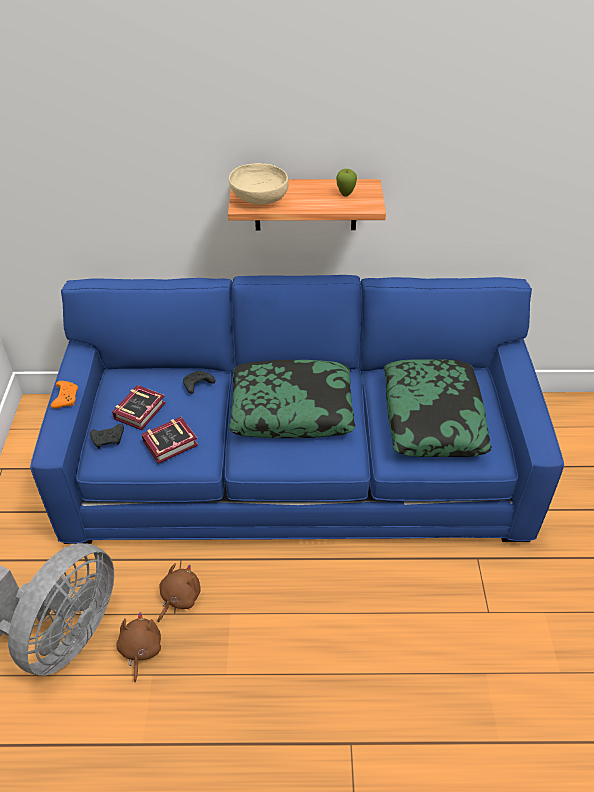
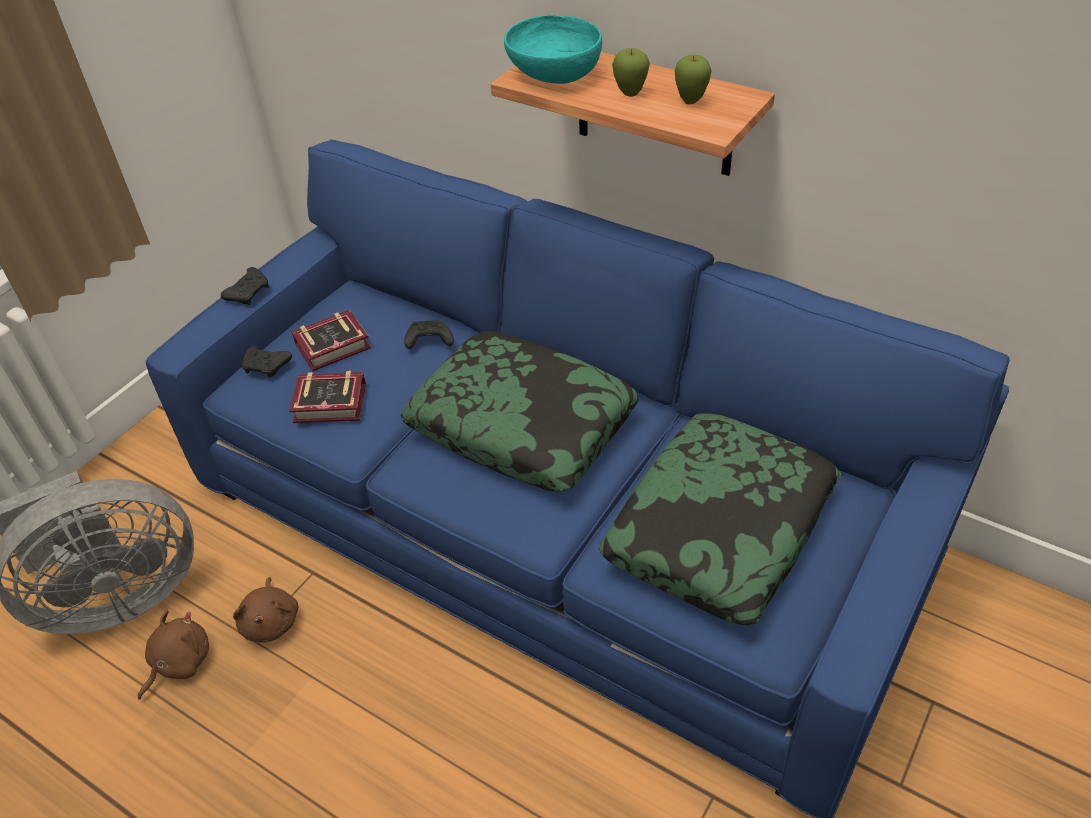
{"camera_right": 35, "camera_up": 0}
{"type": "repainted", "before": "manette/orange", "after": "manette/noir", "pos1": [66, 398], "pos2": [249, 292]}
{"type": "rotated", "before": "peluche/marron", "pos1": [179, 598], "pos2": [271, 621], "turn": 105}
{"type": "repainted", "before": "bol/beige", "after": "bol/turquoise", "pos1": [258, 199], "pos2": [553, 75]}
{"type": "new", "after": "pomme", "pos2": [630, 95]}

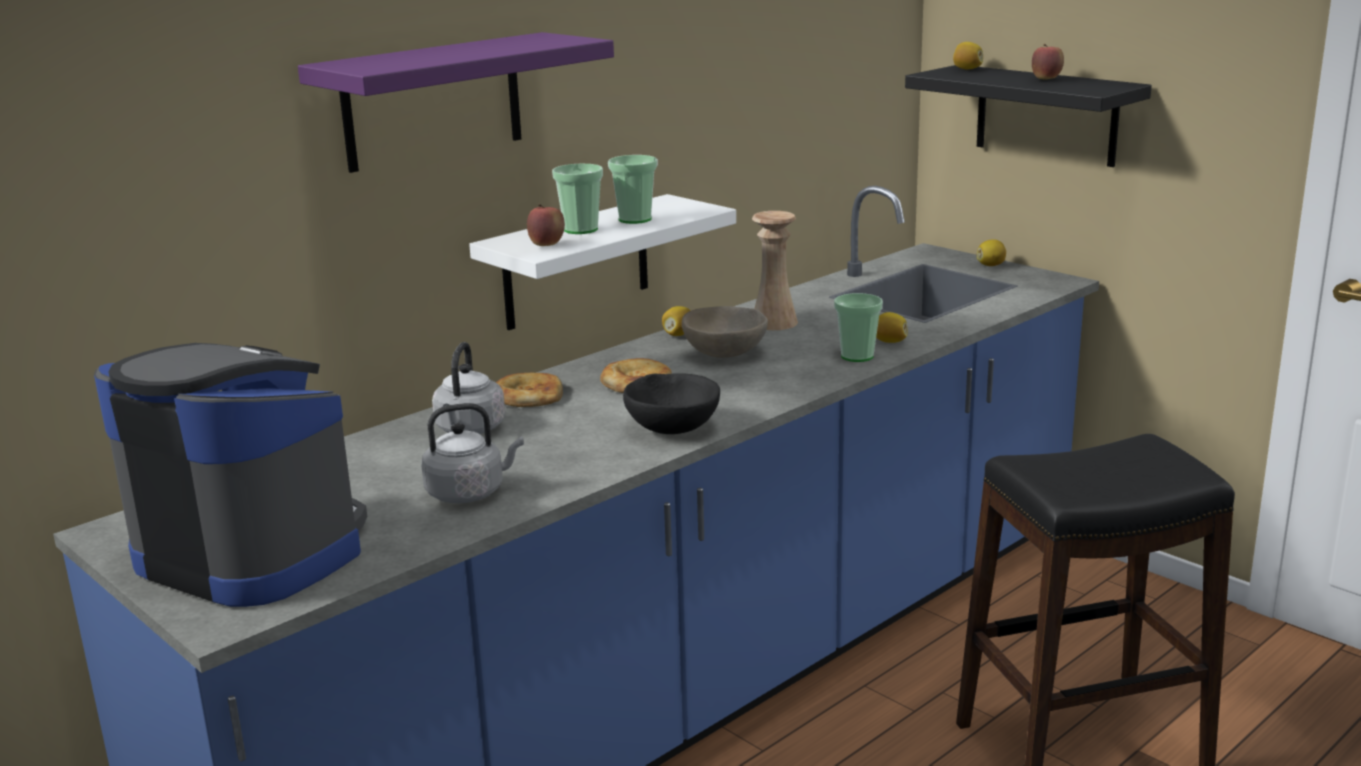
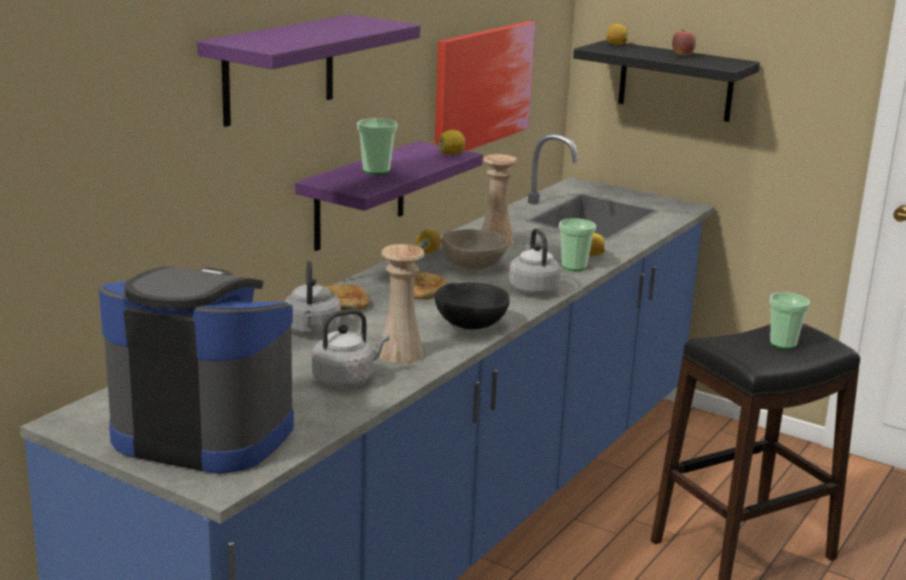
{"camera_right": -15, "camera_up": 0}
{"type": "repainted", "before": "étagère/blanc", "after": "étagère/violet", "pos1": [576, 262], "pos2": [360, 196]}
{"type": "gone", "before": "pomme", "pos1": [547, 246]}
{"type": "shifted", "before": "tasse", "pos1": [635, 219], "pos2": [783, 343]}
{"type": "shifted", "before": "citron", "pos1": [991, 265], "pos2": [451, 154]}
{"type": "new", "after": "vase/beige", "pos2": [400, 353]}
{"type": "new", "after": "tableau", "pos2": [482, 87]}
{"type": "new", "after": "bouilloire/gris", "pos2": [532, 289]}

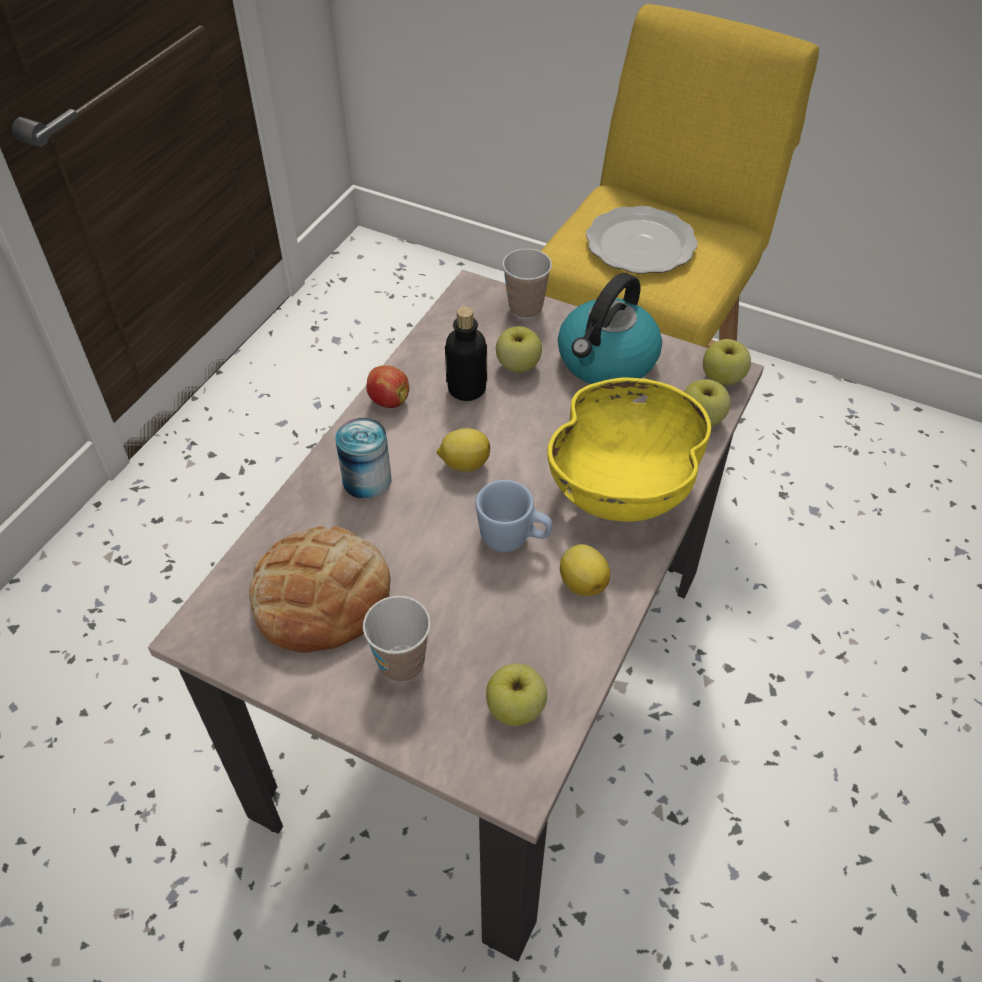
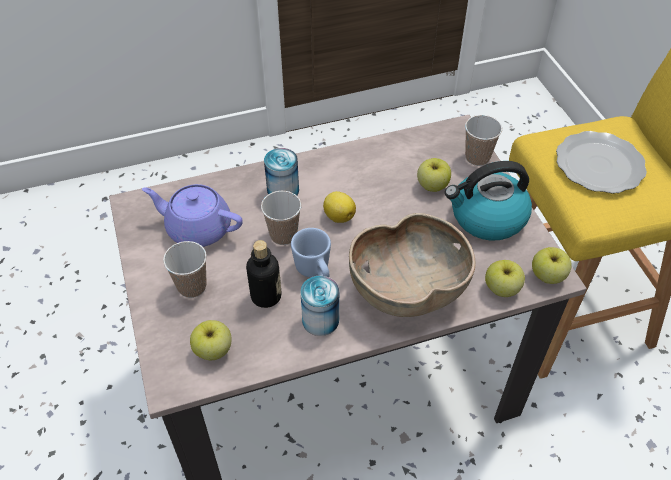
{"camera_right": 45, "camera_up": 0}
{"type": "swapped", "before": "pain", "after": "théière/violet", "pos1": [321, 596], "pos2": [197, 228]}
{"type": "gone", "before": "pomme", "pos1": [388, 400]}
{"type": "shifted", "before": "bouteille", "pos1": [467, 389], "pos2": [266, 296]}
{"type": "repainted", "before": "bol/jaune", "after": "bol/marron", "pos1": [624, 484], "pos2": [408, 289]}
{"type": "swapped", "before": "citron", "after": "boîte métallique", "pos1": [582, 582], "pos2": [320, 320]}
{"type": "new", "after": "tasse", "pos2": [283, 235]}

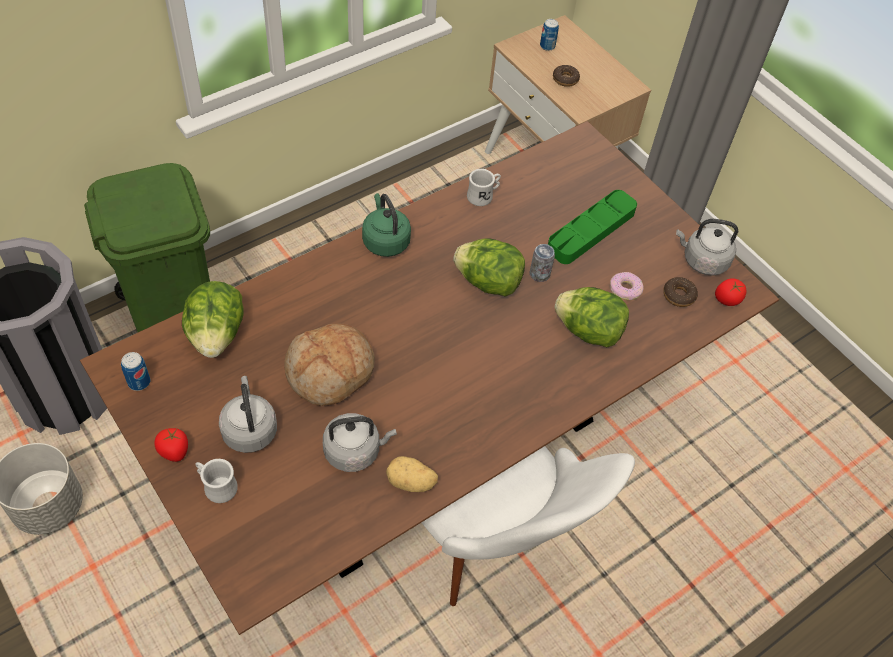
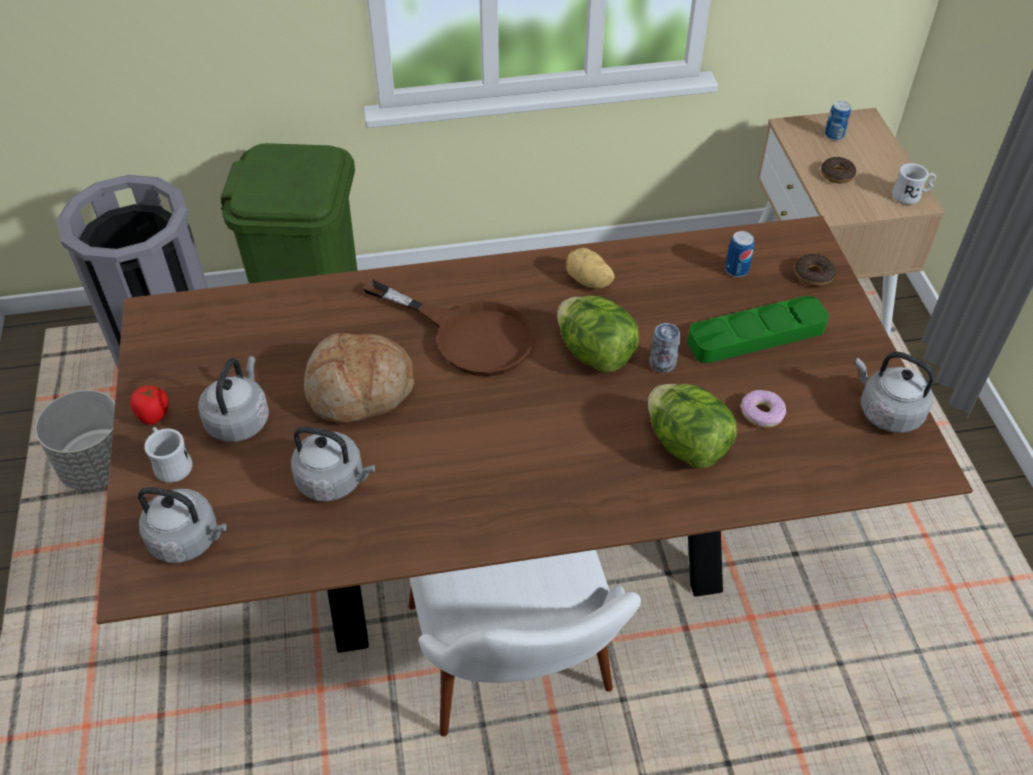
{"camera_right": 30, "camera_up": -5}
{"type": "shifted", "before": "boîte métallique", "pos1": [139, 382], "pos2": [736, 270]}
{"type": "gone", "before": "laitue", "pos1": [216, 335]}
{"type": "gone", "before": "bouilloire/vert", "pos1": [385, 240]}
{"type": "shifted", "before": "pomme de terre", "pos1": [410, 483], "pos2": [588, 281]}
{"type": "shifted", "before": "mug/blanc", "pos1": [483, 196], "pos2": [910, 196]}
{"type": "shifted", "before": "beignet", "pos1": [679, 295], "pos2": [813, 275]}
{"type": "gone", "before": "tomate", "pos1": [727, 299]}
{"type": "new", "after": "bouilloire/gris", "pos2": [188, 540]}
{"type": "new", "after": "poêle/marron", "pos2": [469, 335]}

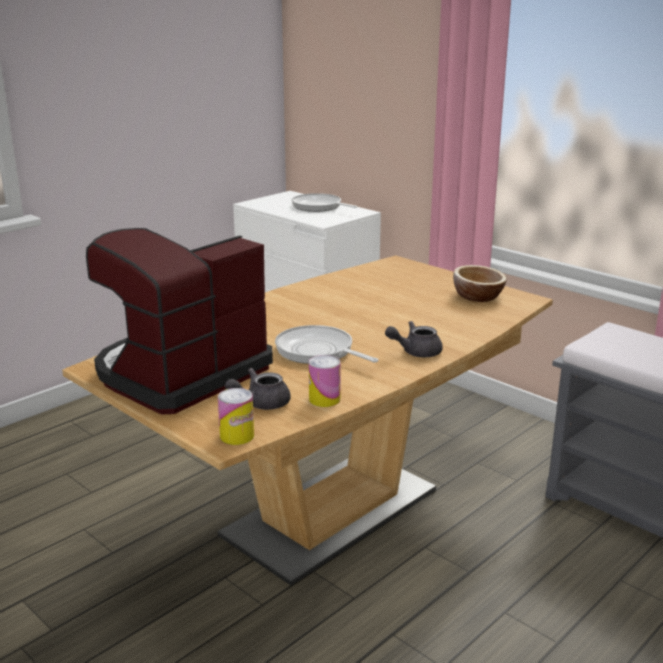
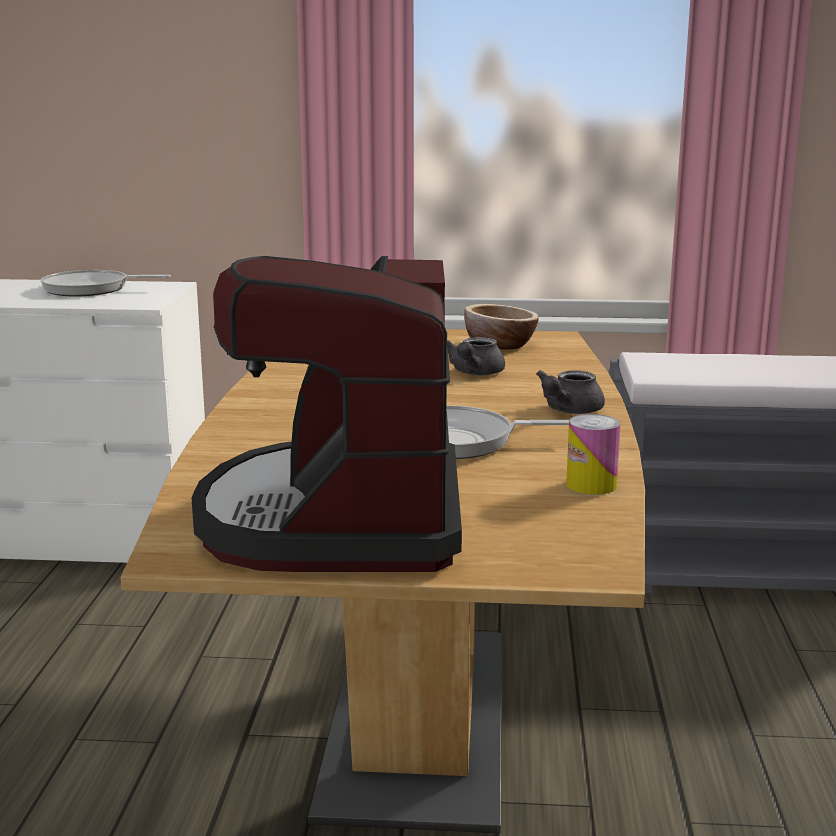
{"camera_right": -40, "camera_up": -5}
{"type": "gone", "before": "boîte métallique", "pos1": [237, 436]}
{"type": "shifted", "before": "théière/gris", "pos1": [261, 403], "pos2": [474, 373]}

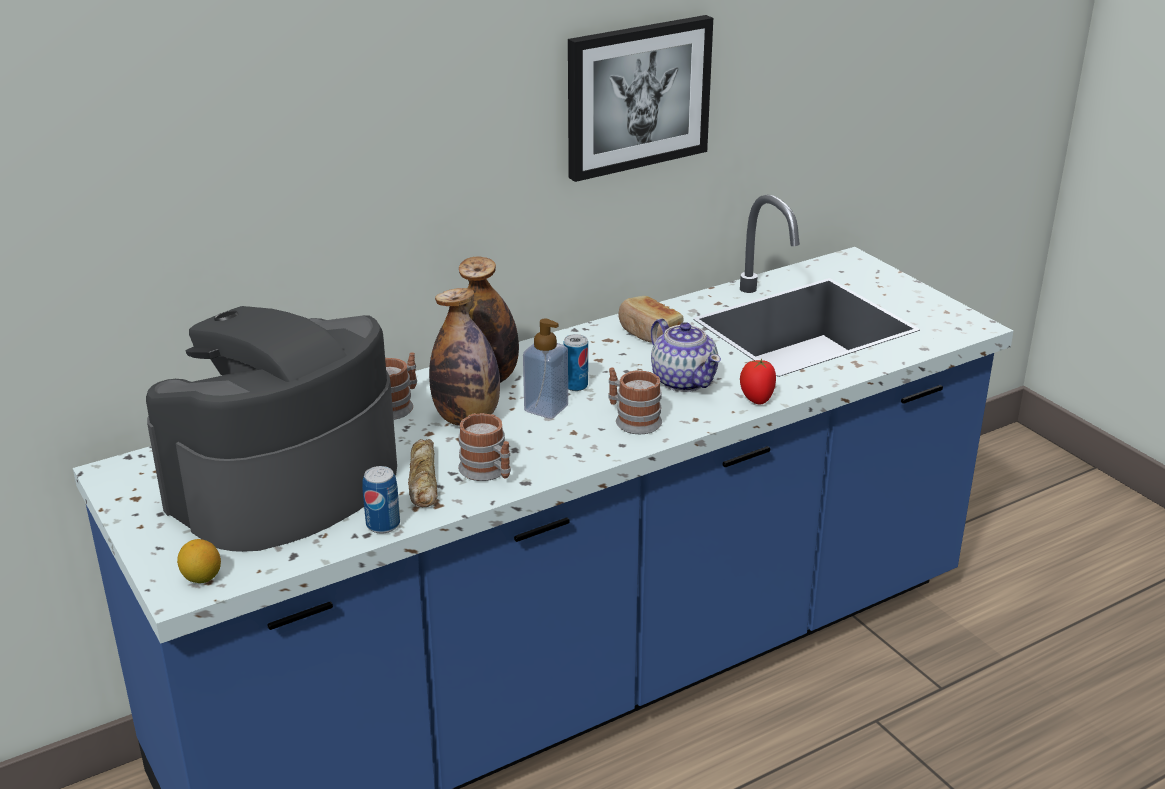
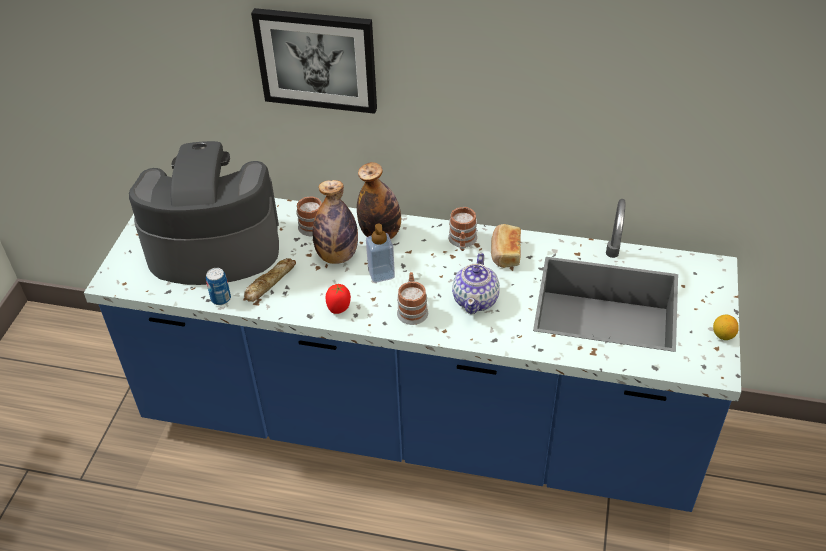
{"camera_right": 45, "camera_up": 15}
{"type": "shifted", "before": "citron", "pos1": [202, 578], "pos2": [723, 335]}
{"type": "shifted", "before": "mug", "pos1": [488, 472], "pos2": [462, 242]}
{"type": "gone", "before": "boîte métallique", "pos1": [575, 385]}
{"type": "shifted", "before": "tableau", "pos1": [637, 96], "pos2": [317, 59]}
{"type": "shifted", "before": "tomate", "pos1": [756, 399], "pos2": [339, 308]}

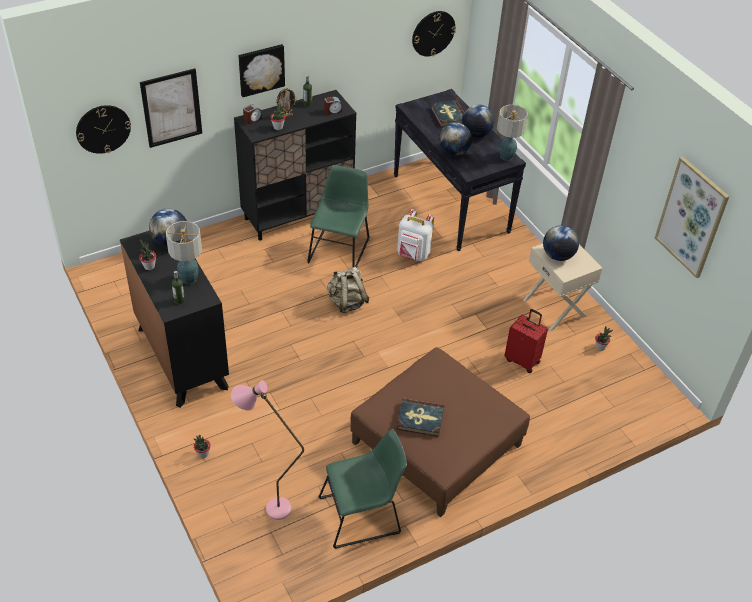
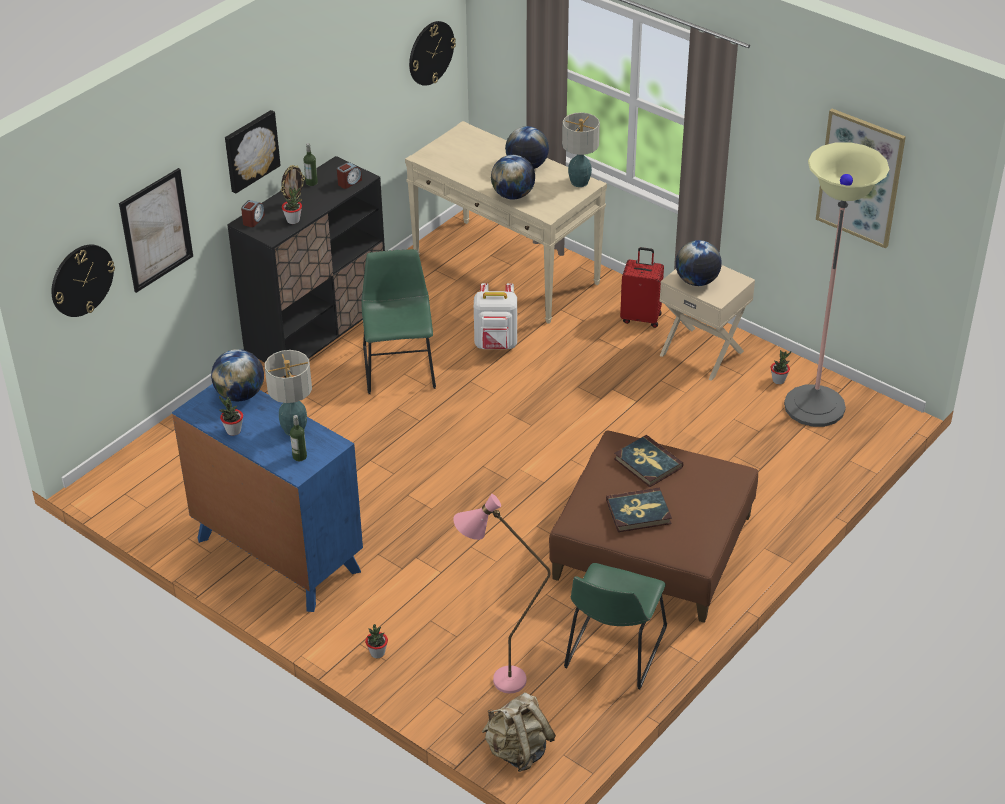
{"camera_right": -20, "camera_up": -5}
{"type": "repainted", "before": "commode/noir", "after": "commode/bleu", "pos1": [182, 358], "pos2": [278, 555]}
{"type": "rotated", "before": "chaise/vert", "pos1": [363, 514], "pos2": [613, 651], "turn": 150}
{"type": "shifted", "before": "sac à dos/beige", "pos1": [347, 302], "pos2": [518, 750]}
{"type": "repainted", "before": "table console/noir", "after": "table console/beige", "pos1": [451, 204], "pos2": [506, 271]}
{"type": "shifted", "before": "livre", "pos1": [448, 115], "pos2": [647, 463]}
{"type": "shifted", "before": "valise/rouge", "pos1": [522, 360], "pos2": [641, 317]}
{"type": "new", "after": "lampadaire", "pos2": [814, 406]}

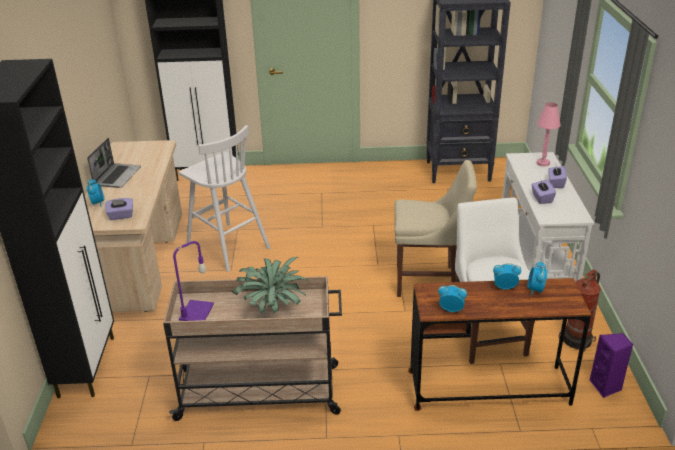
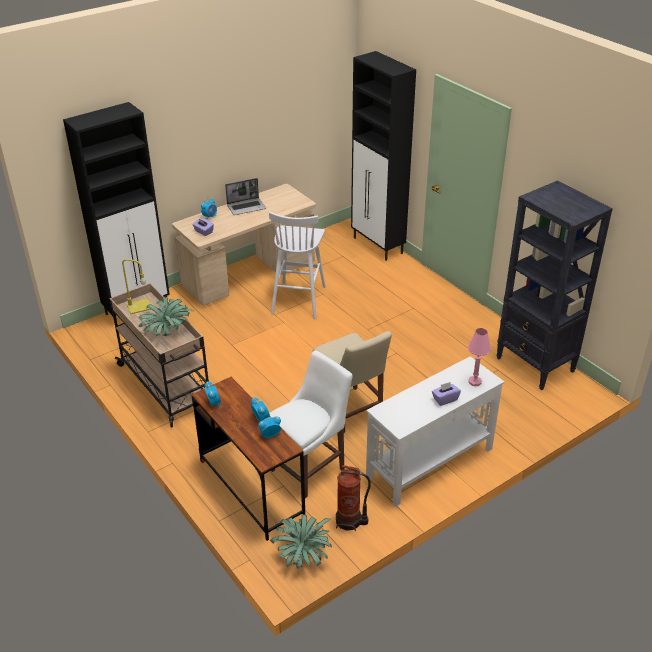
{"camera_right": 55, "camera_up": 5}
{"type": "repainted", "before": "lampe de table/violet", "after": "lampe de table/jaune", "pos1": [196, 312], "pos2": [138, 307]}
{"type": "gone", "before": "boîte à mouchoirs/violet", "pos1": [541, 198]}
{"type": "swapped", "before": "enceinte/violet", "after": "plante en pot", "pos1": [606, 387], "pos2": [303, 555]}

